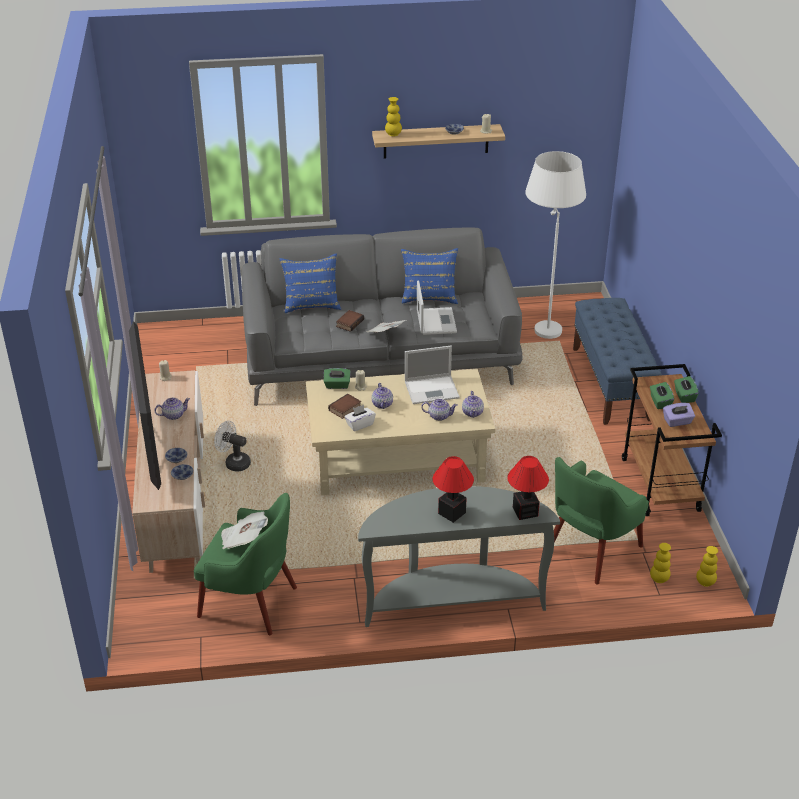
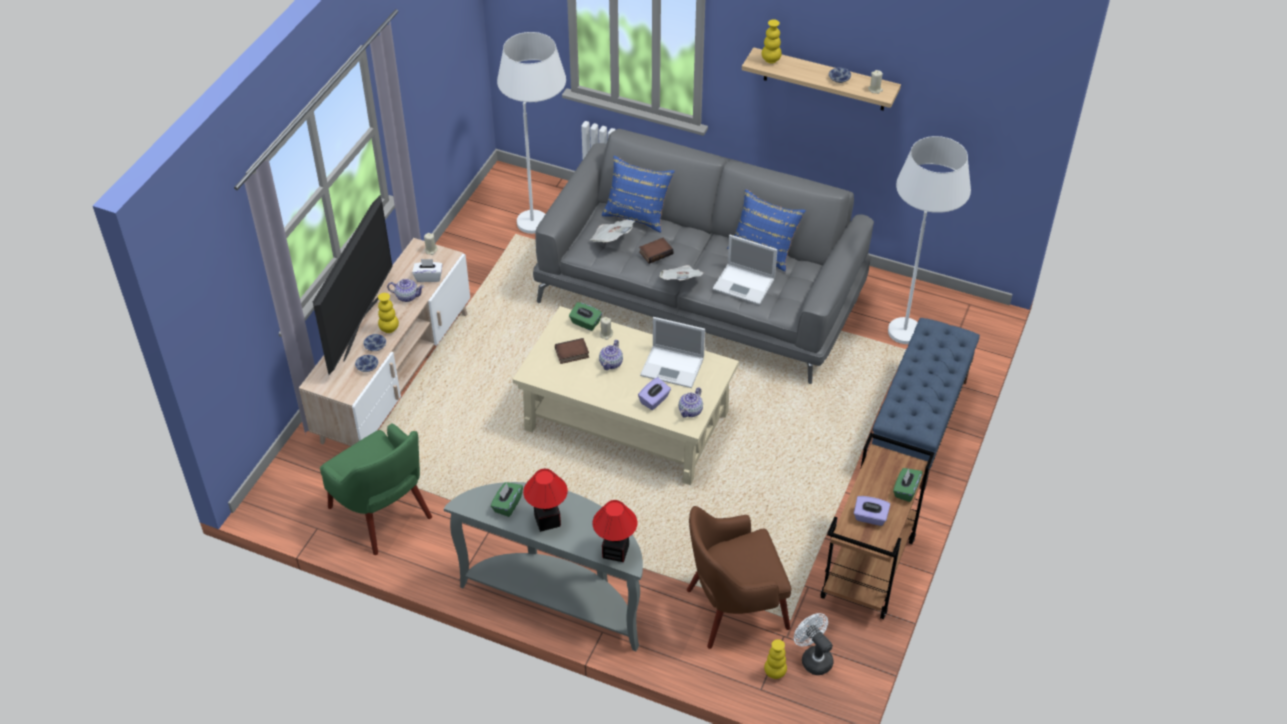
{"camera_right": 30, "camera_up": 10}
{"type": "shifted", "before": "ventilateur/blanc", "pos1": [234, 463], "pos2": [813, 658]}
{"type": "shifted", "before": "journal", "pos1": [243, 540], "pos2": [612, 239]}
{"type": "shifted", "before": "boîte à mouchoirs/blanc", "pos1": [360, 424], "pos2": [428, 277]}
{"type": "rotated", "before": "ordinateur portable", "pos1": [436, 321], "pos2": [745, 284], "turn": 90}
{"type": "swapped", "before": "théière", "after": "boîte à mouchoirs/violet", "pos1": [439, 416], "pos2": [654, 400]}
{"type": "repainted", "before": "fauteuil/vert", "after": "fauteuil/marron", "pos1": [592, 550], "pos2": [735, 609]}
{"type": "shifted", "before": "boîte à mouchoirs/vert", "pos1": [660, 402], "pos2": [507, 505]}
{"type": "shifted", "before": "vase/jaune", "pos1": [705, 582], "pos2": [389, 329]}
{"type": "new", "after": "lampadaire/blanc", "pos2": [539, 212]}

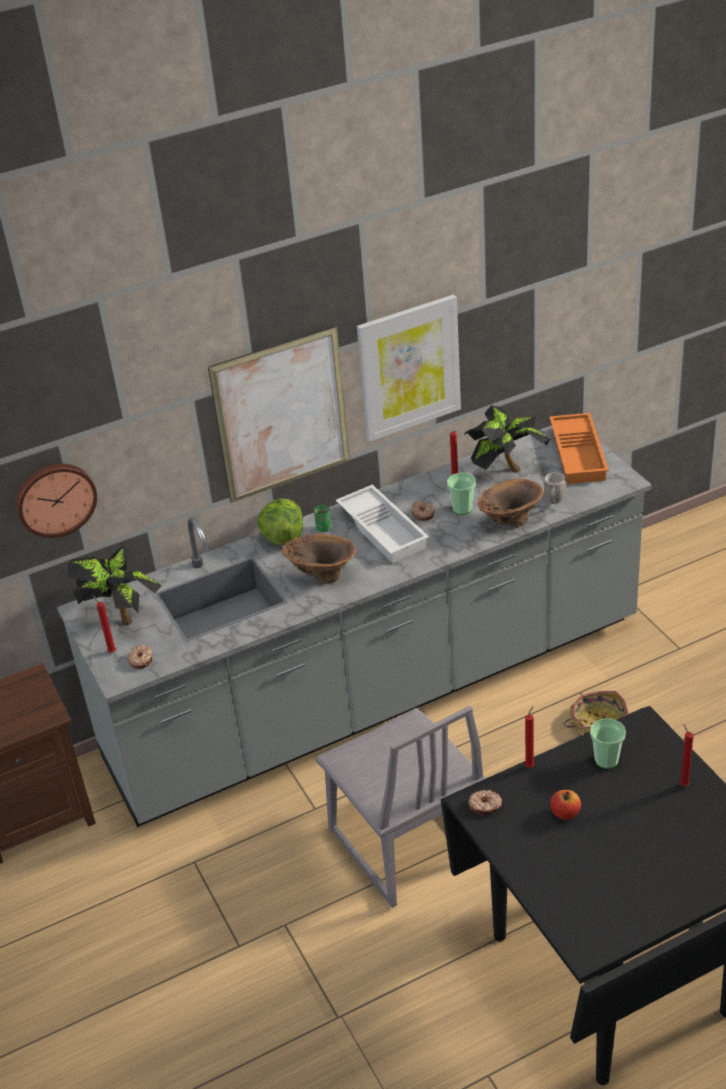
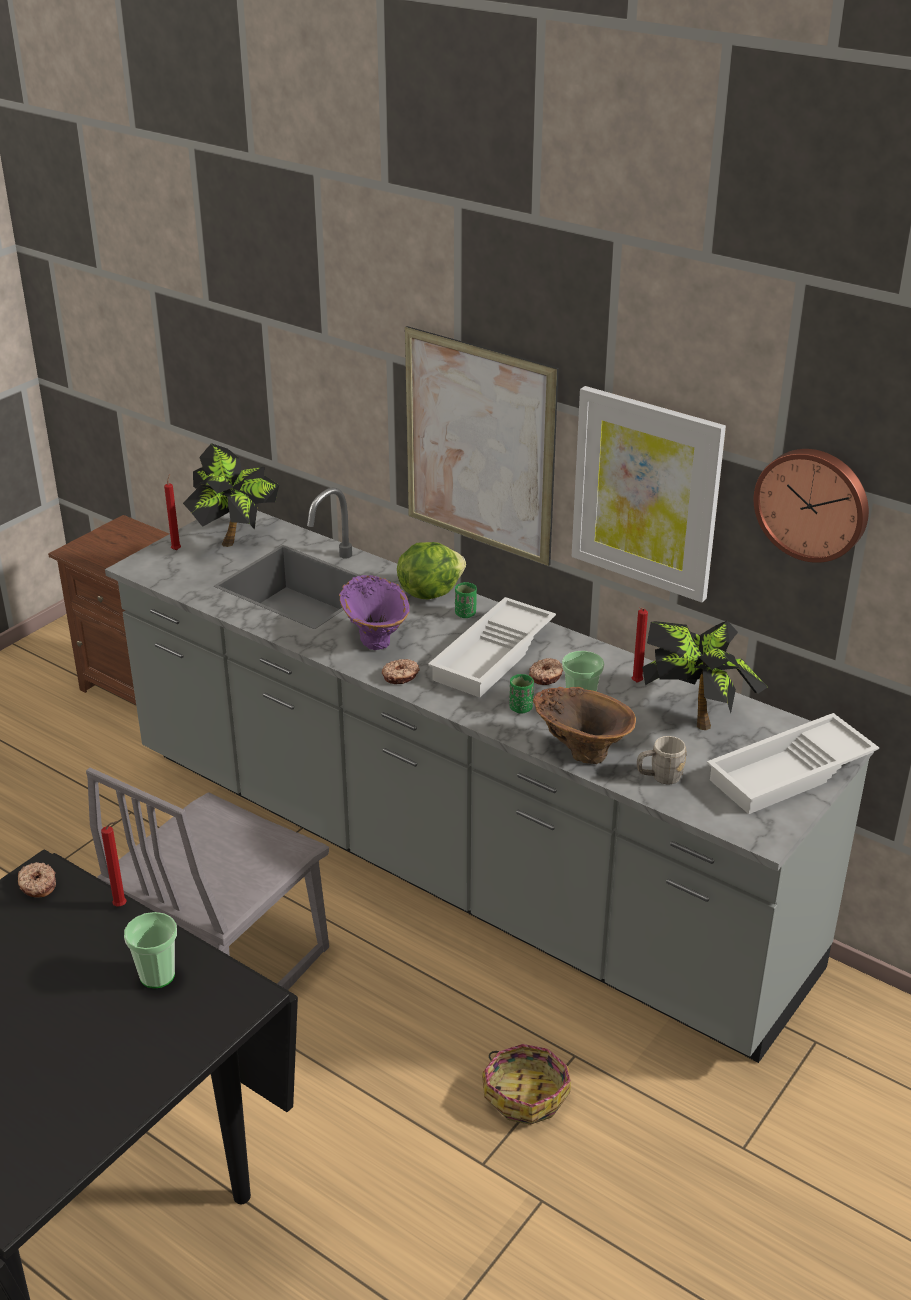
{"camera_right": 60, "camera_up": -5}
{"type": "shifted", "before": "horloge murale", "pos1": [55, 498], "pos2": [813, 503]}
{"type": "shifted", "before": "beignet", "pos1": [141, 660], "pos2": [400, 676]}
{"type": "repainted", "before": "vase/marron", "after": "vase/violet", "pos1": [321, 575], "pos2": [376, 637]}
{"type": "repainted", "before": "plateau/orange", "after": "plateau/blanc", "pos1": [579, 454], "pos2": [791, 774]}
{"type": "gone", "before": "pomme", "pos1": [565, 813]}
{"type": "gone", "before": "bougie/rouge", "pos1": [683, 784]}
{"type": "new", "after": "tasse/vert", "pos2": [521, 708]}

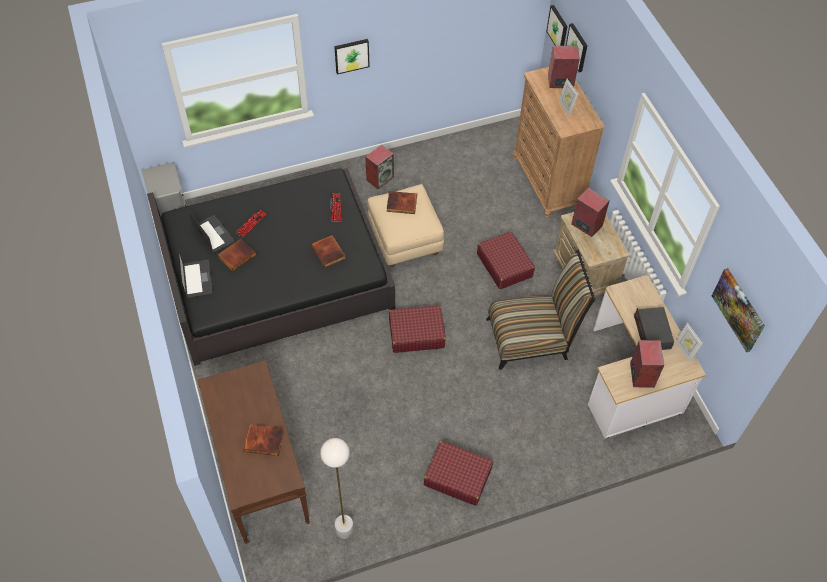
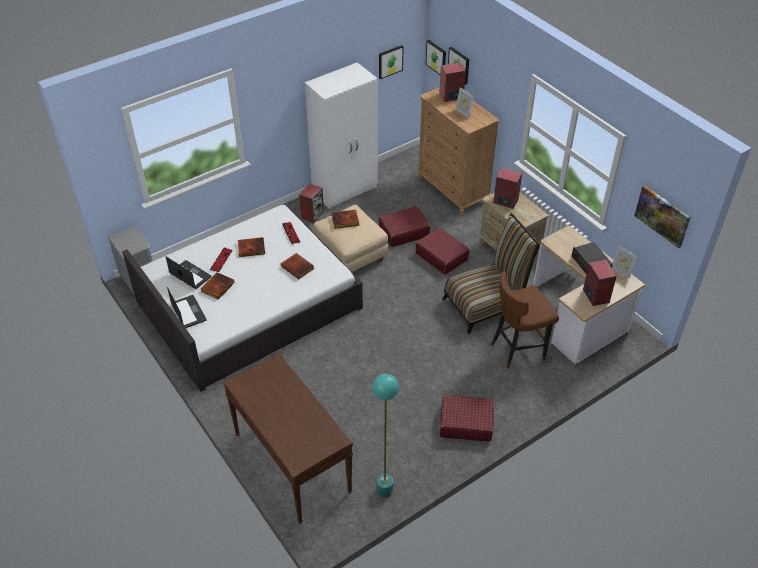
{"camera_right": -15, "camera_up": -10}
{"type": "repainted", "before": "lit/noir", "after": "lit/blanc", "pos1": [275, 274], "pos2": [248, 305]}
{"type": "shifted", "before": "livre", "pos1": [264, 440], "pos2": [251, 248]}
{"type": "repainted", "before": "lampadaire/blanc", "after": "lampadaire/turquoise", "pos1": [344, 530], "pos2": [384, 490]}
{"type": "shifted", "before": "tableau", "pos1": [351, 55], "pos2": [390, 61]}
{"type": "shifted", "before": "valise/rouge", "pos1": [416, 333], "pos2": [403, 232]}
{"type": "new", "after": "armoire/blanc", "pos2": [345, 190]}
{"type": "new", "after": "tabouret/marron", "pos2": [517, 349]}

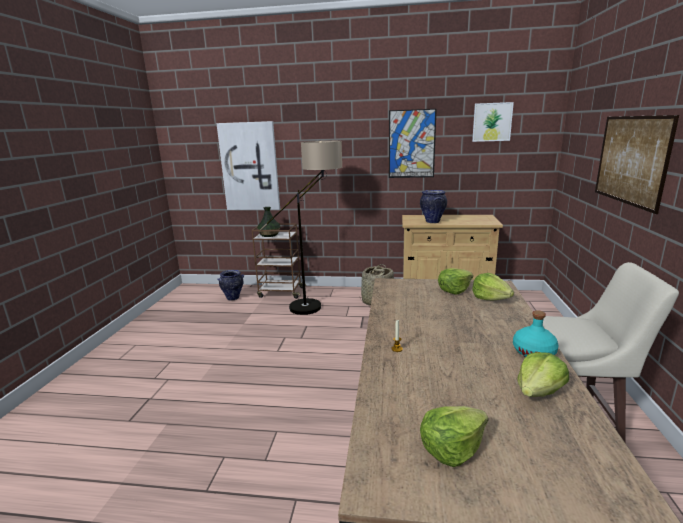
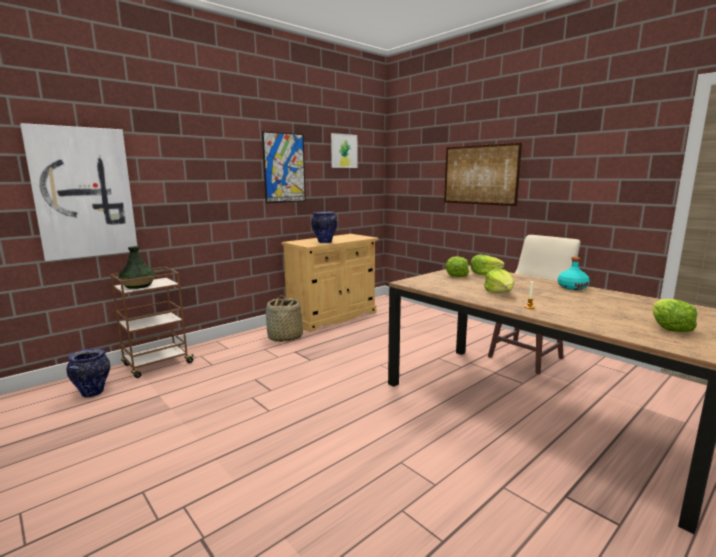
{"camera_right": -50, "camera_up": -5}
{"type": "gone", "before": "lampadaire", "pos1": [318, 306]}
{"type": "shifted", "before": "laitue", "pos1": [539, 391], "pos2": [499, 293]}

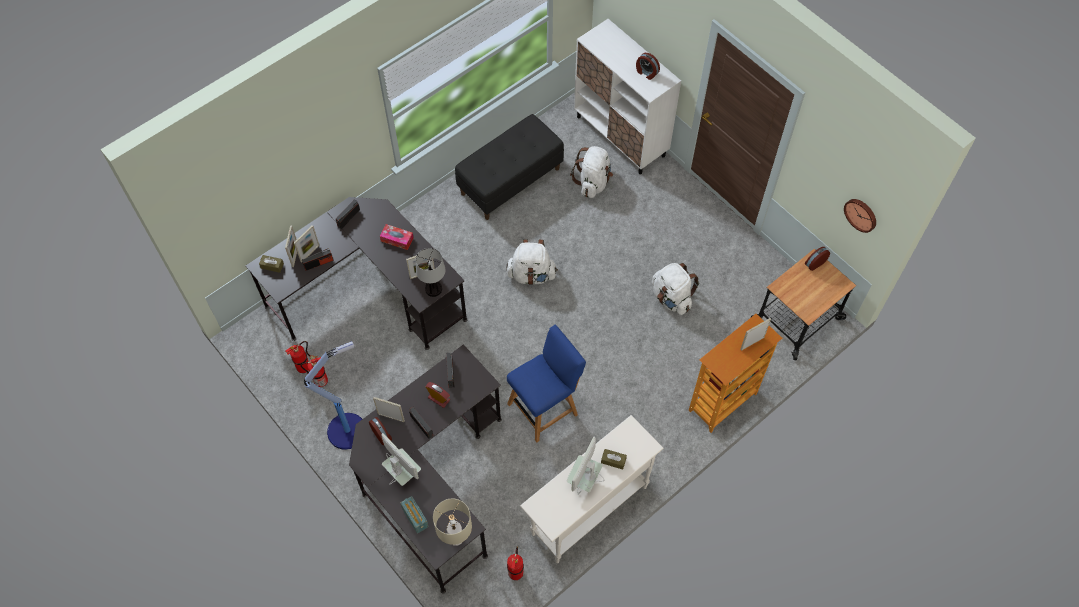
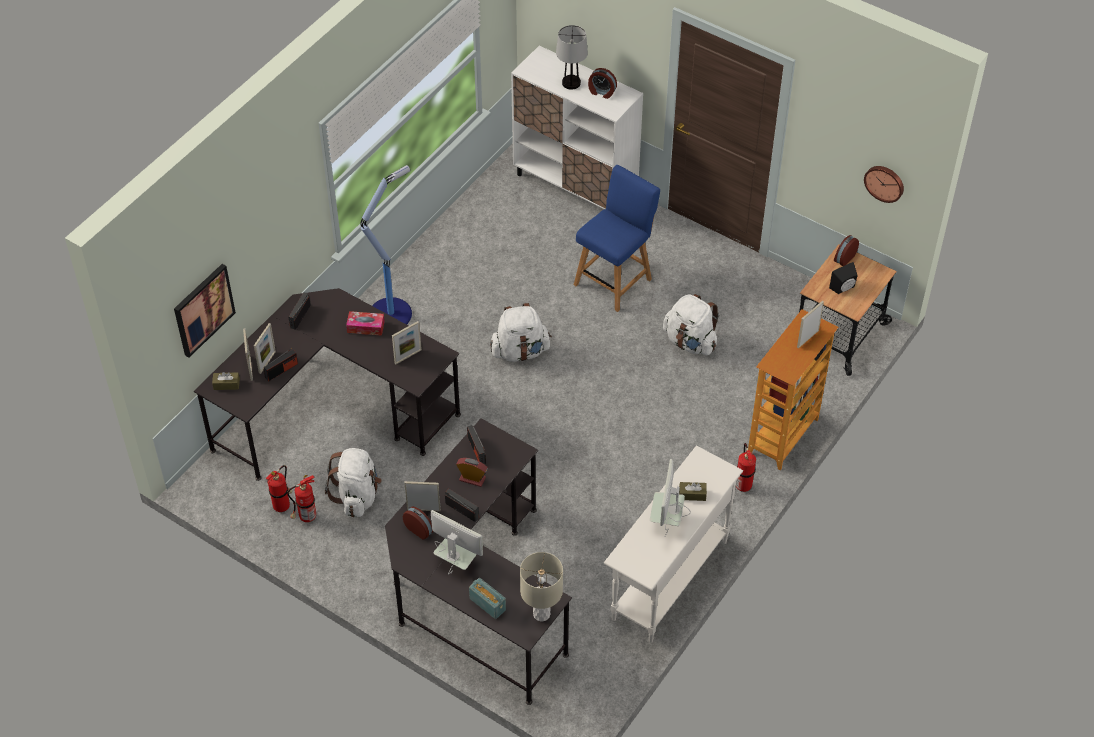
{"camera_right": -15, "camera_up": -10}
{"type": "shifted", "before": "lampadaire", "pos1": [348, 430], "pos2": [392, 313]}
{"type": "shifted", "before": "lampe de table", "pos1": [434, 289], "pos2": [571, 83]}
{"type": "gone", "before": "banc/noir", "pos1": [510, 181]}
{"type": "shifted", "before": "chaise/bleu", "pos1": [545, 407], "pos2": [615, 280]}
{"type": "shifted", "before": "extincteur", "pos1": [516, 571], "pos2": [743, 485]}
{"type": "shifted", "before": "sac à dos/blanc", "pos1": [593, 182], "pos2": [357, 496]}
{"type": "new", "after": "tableau", "pos2": [203, 309]}
{"type": "new", "after": "enceinte/noir", "pos2": [844, 288]}

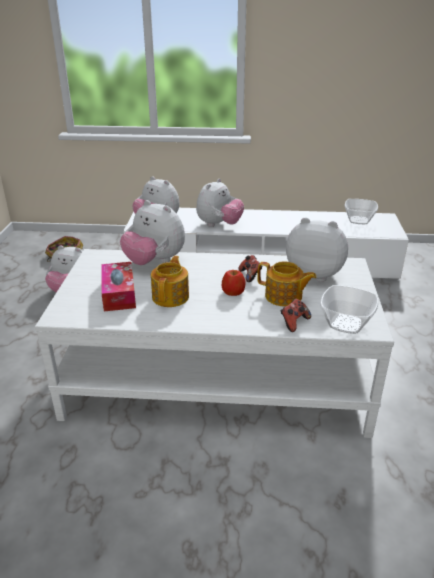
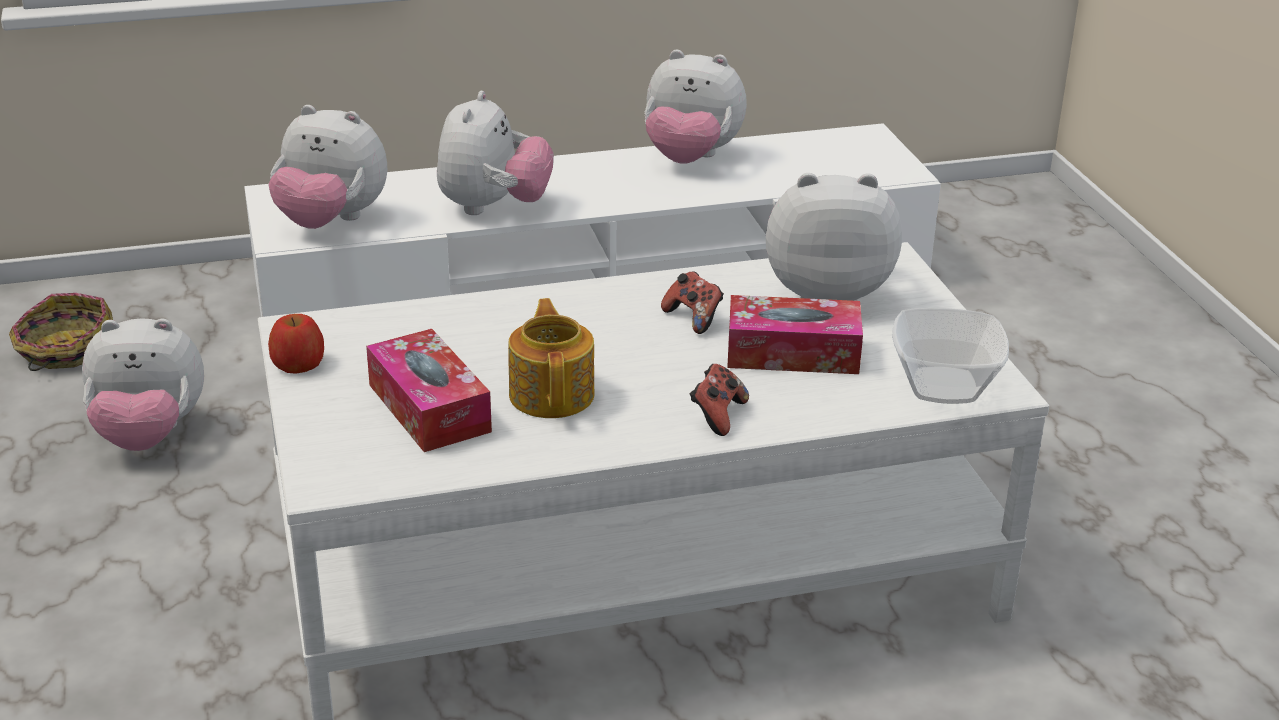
{"camera_right": -20, "camera_up": 0}
{"type": "shifted", "before": "peluche", "pos1": [154, 262], "pos2": [690, 158]}
{"type": "shifted", "before": "pomme", "pos1": [233, 291], "pos2": [298, 363]}
{"type": "swapped", "before": "théière", "after": "boîte à mouchoirs", "pos1": [284, 297], "pos2": [792, 353]}
{"type": "shifted", "before": "manette", "pos1": [294, 322], "pos2": [717, 416]}
{"type": "gone", "before": "bol", "pos1": [358, 220]}

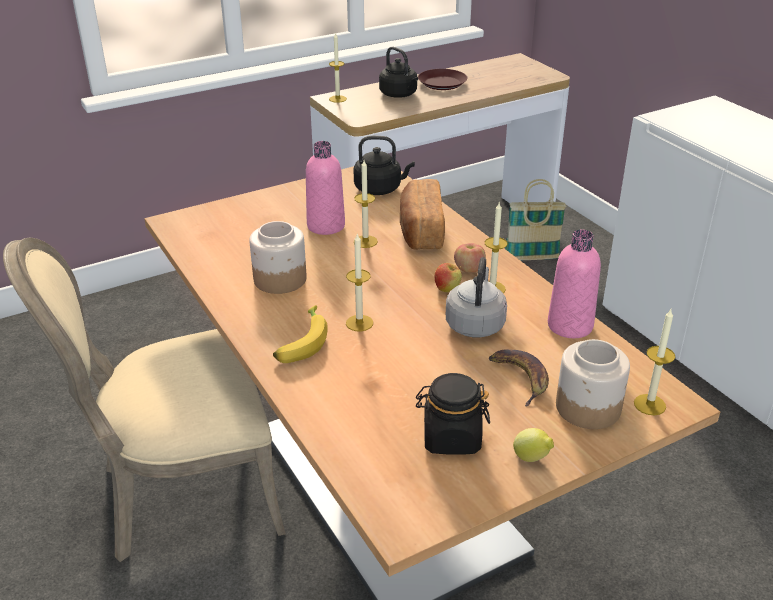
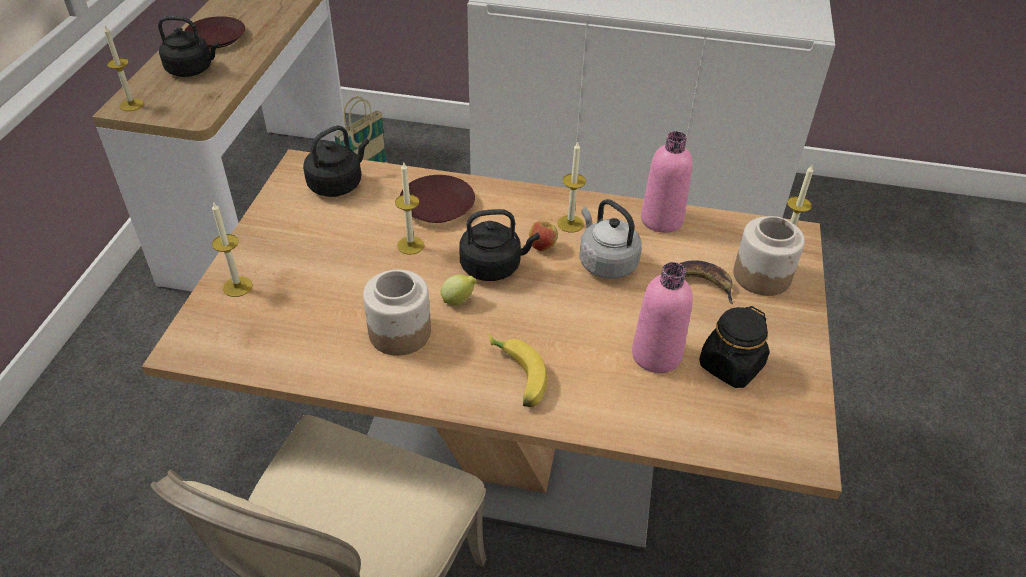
{"camera_right": -50, "camera_up": 10}
{"type": "shifted", "before": "bouteille/rose", "pos1": [326, 226], "pos2": [656, 355]}
{"type": "shifted", "before": "bougie", "pos1": [359, 323], "pos2": [237, 286]}
{"type": "swapped", "before": "pain", "after": "assiette/marron", "pos1": [420, 230], "pos2": [437, 205]}
{"type": "gone", "before": "pomme", "pos1": [469, 269]}
{"type": "shifted", "before": "citron", "pos1": [532, 458], "pos2": [459, 300]}
{"type": "new", "after": "bouilloire/noir", "pos2": [494, 266]}

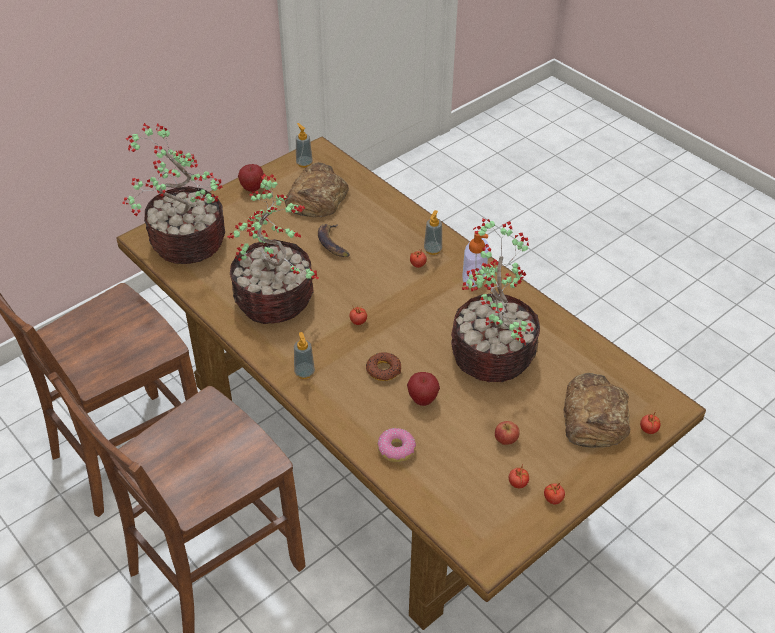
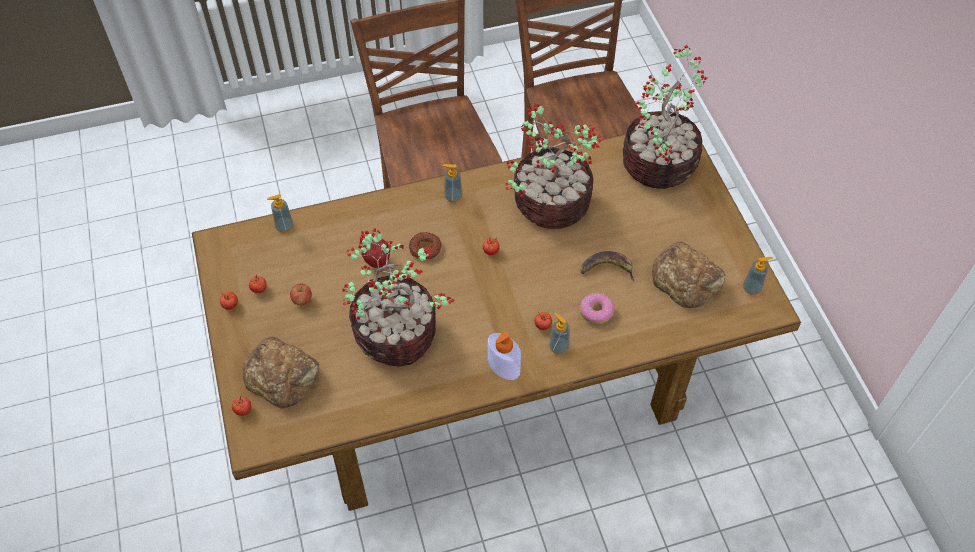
{"camera_right": 115, "camera_up": 10}
{"type": "gone", "before": "pomme", "pos1": [252, 188]}
{"type": "shifted", "before": "beignet", "pos1": [396, 449], "pos2": [596, 312]}
{"type": "new", "after": "distributeur de savon", "pos2": [284, 226]}

